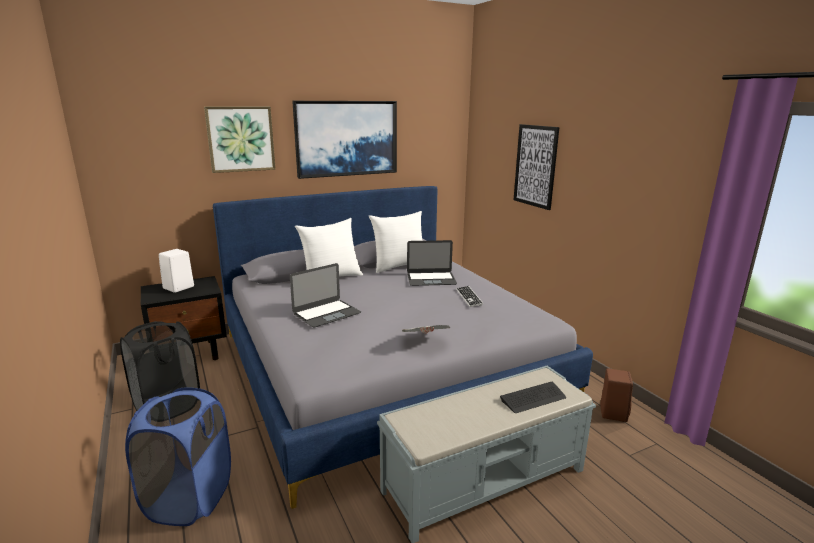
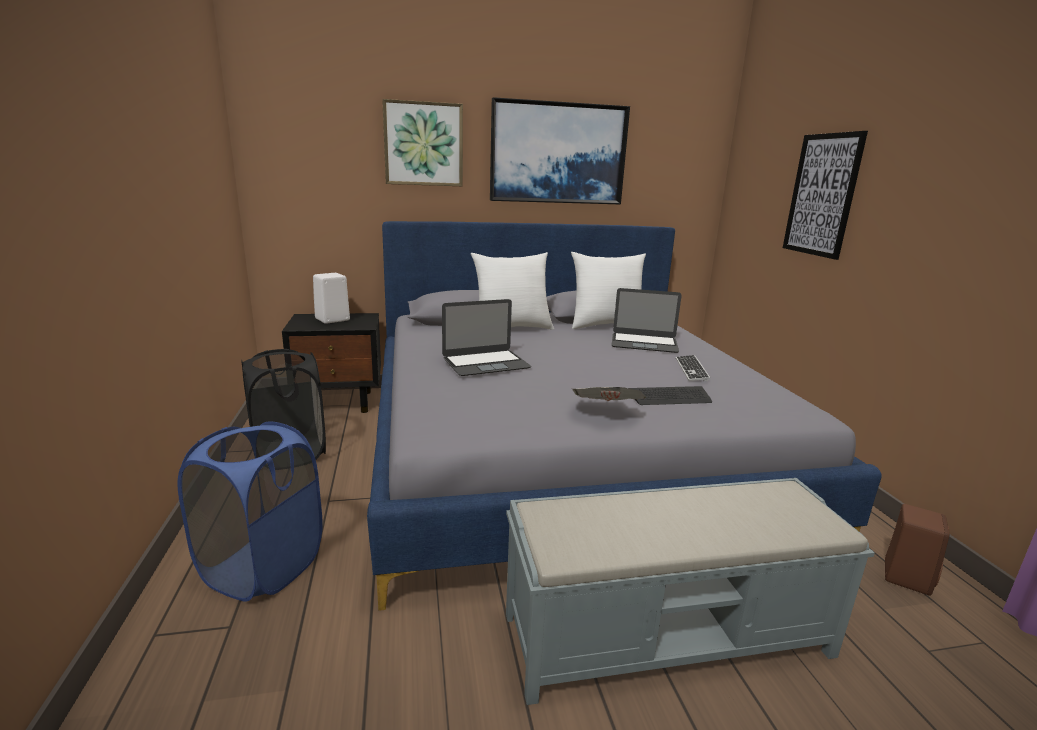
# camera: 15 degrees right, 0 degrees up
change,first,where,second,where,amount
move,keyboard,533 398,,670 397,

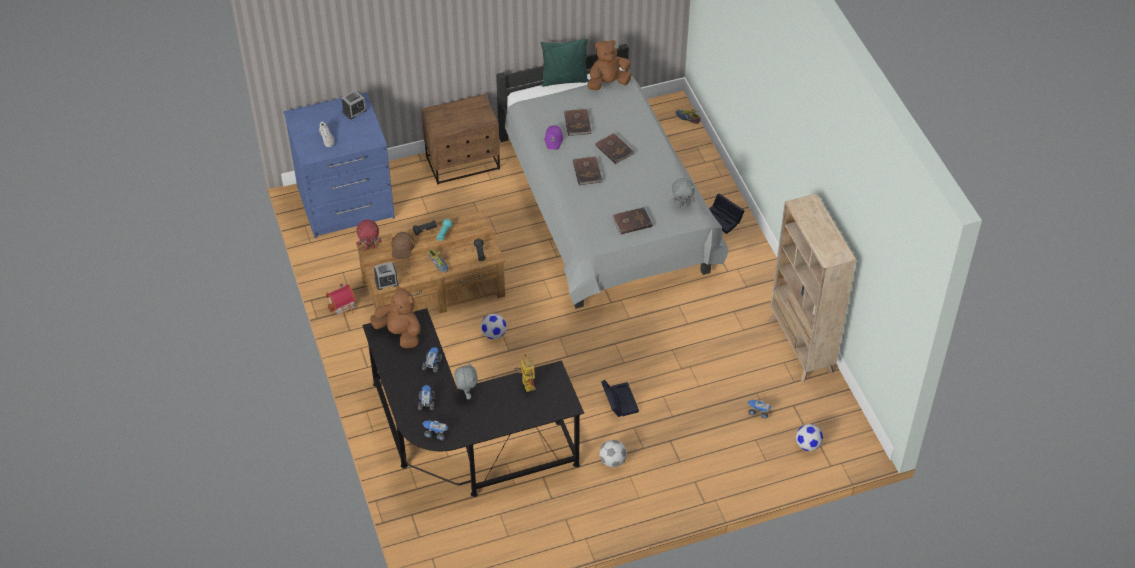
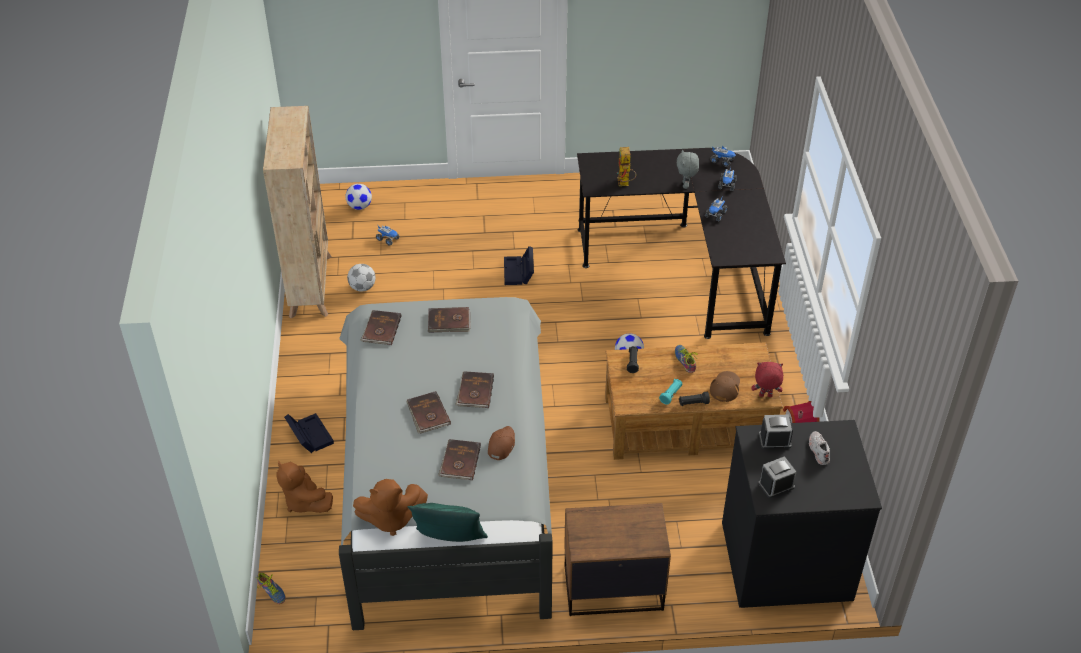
# camera: 165 degrees left, 5 degrees down
change,first,where,second,where,amount
recolor,blue dresser,346 203,black dresser,786 558,
move,brown plush toy,400 333,,304 501,
move,alarm clock,386 282,,774 440,
recolor,purple cap,554 140,brown cap,501 445,
move,football,612 461,,362 287,
replace,grey plush toy,682 206,brown book,381 329,

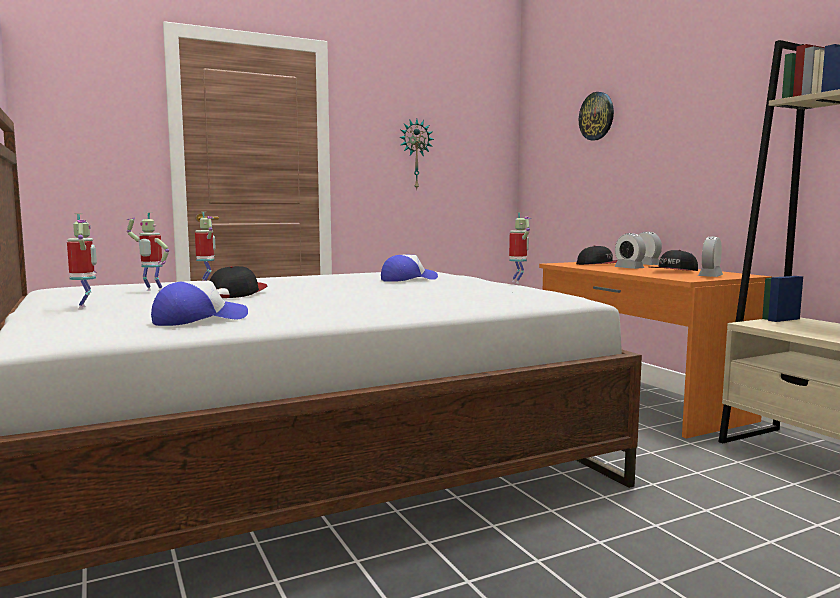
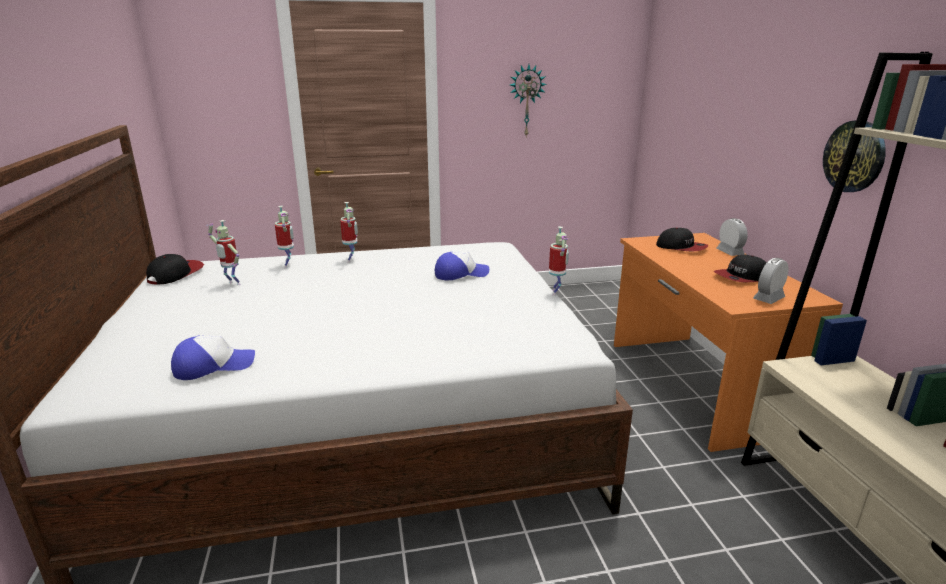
# camera: 15 degrees right, 15 degrees up
change,first,where,second,where,amount
move,toy robot,85 308,,351 260,
move,cap,237 293,,175 274,
move,wall clock,596 116,,854 156,
delete,alarm clock,629 268,,,

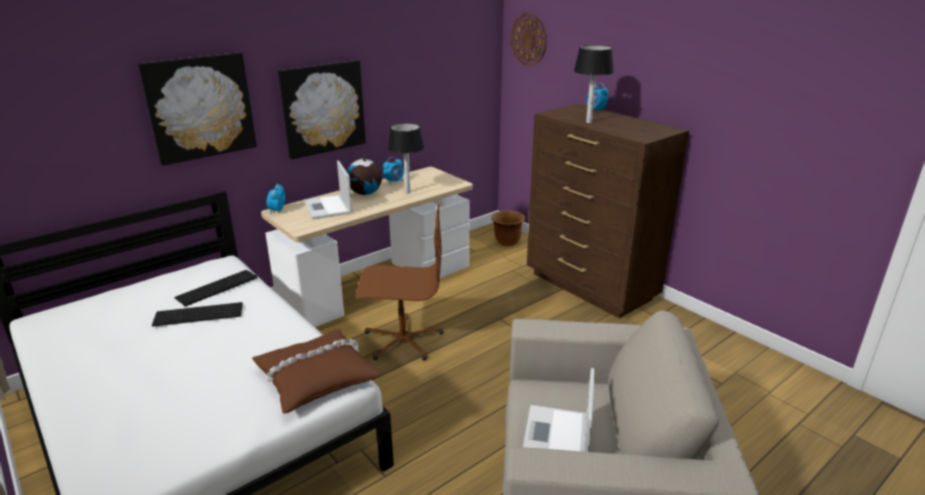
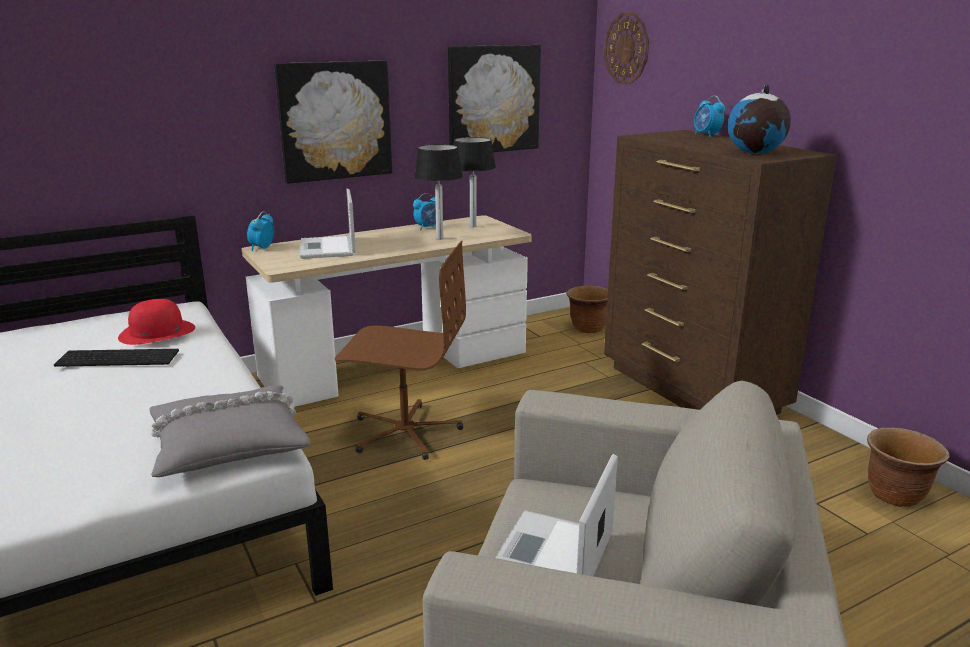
# camera: 10 degrees right, 5 degrees down
change,first,where,second,where,amount
move,picture,200 107,,493 99,
replace,keyboard,217 288,red hat,157 332,
recolor,brown pillow,316 377,grey pillow,228 442,
move,globe,365 193,,755 153,
move,table lamp,589 122,,473 226,
insert,,,brown planter,895 495,

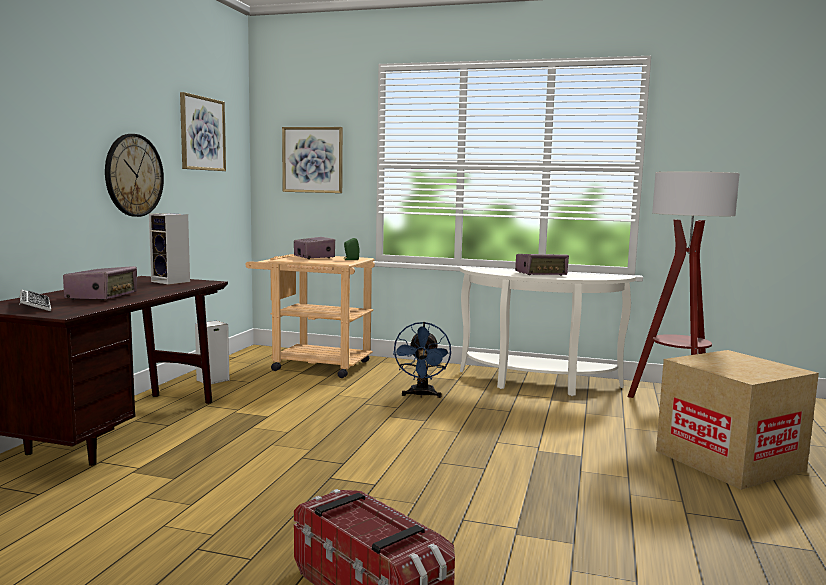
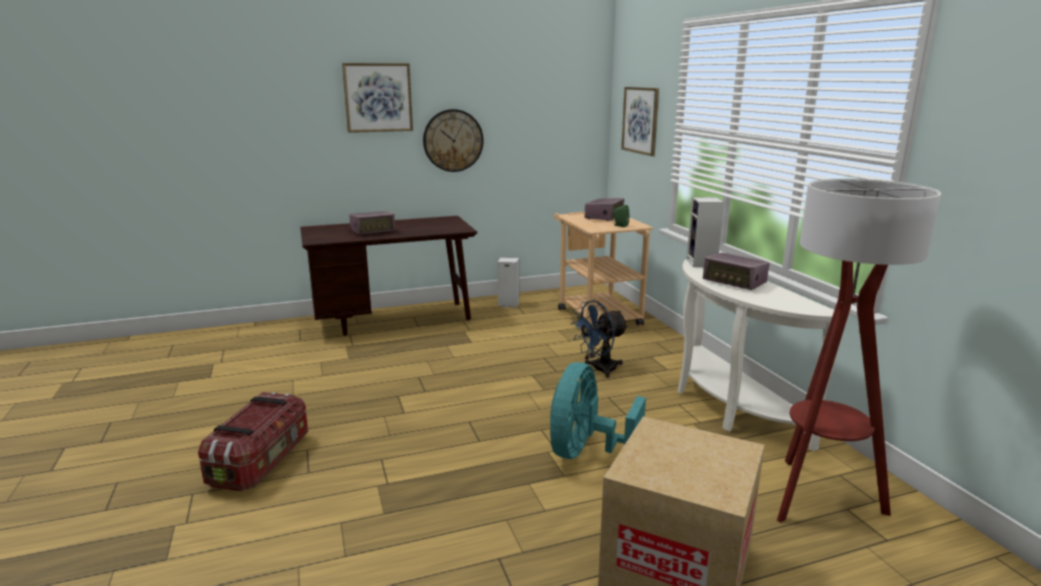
# camera: 55 degrees right, 10 degrees up
change,first,where,second,where,amount
delete,keyboard,35 306,,,
move,speaker,172 281,,702 263,
move,picture,202 133,,378 97,
insert,,,turquoise fan,586 452,

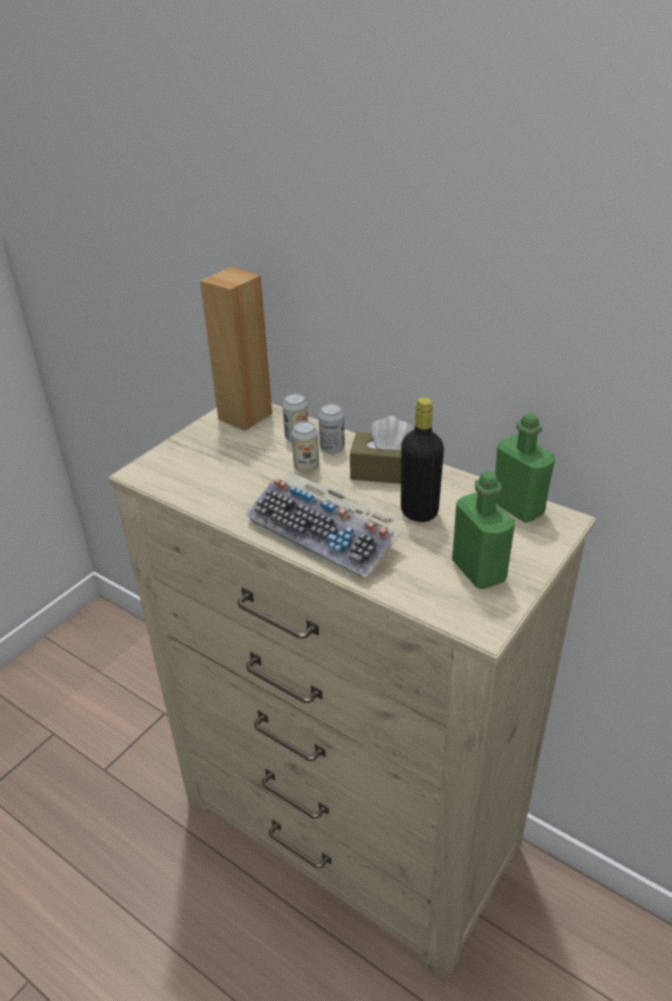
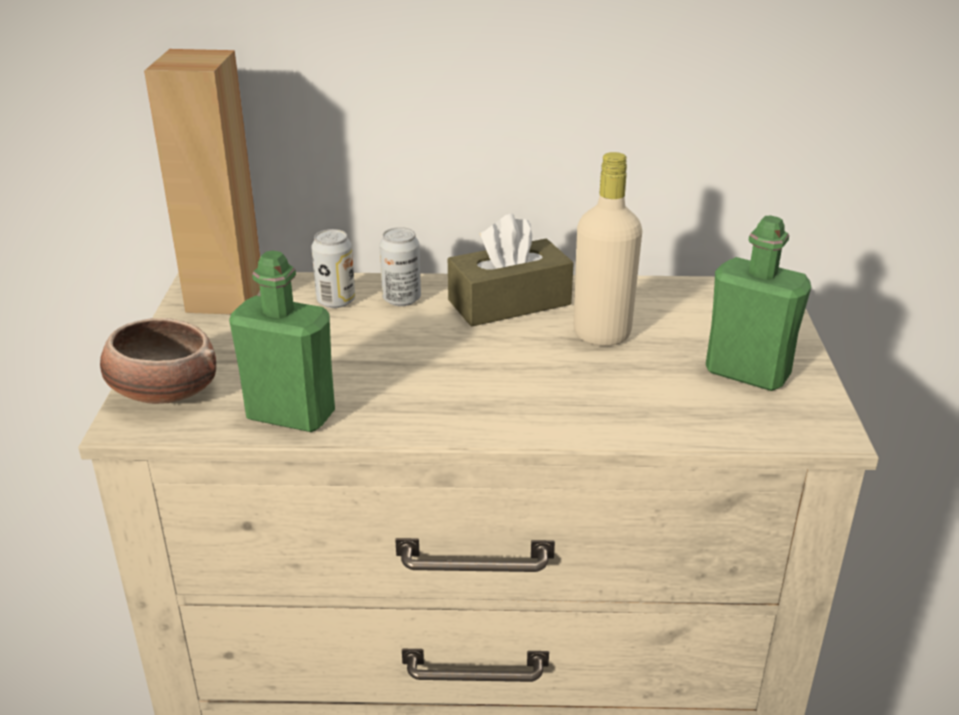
# camera: 35 degrees left, 5 degrees down
change,first,where,second,where,amount
delete,keyboard,326 536,,,
delete,can,306 467,,,
recolor,black bottle,419 512,beige bottle,601 334,
move,green bottle,517 508,,291 414,
insert,,,bowl,163 392,

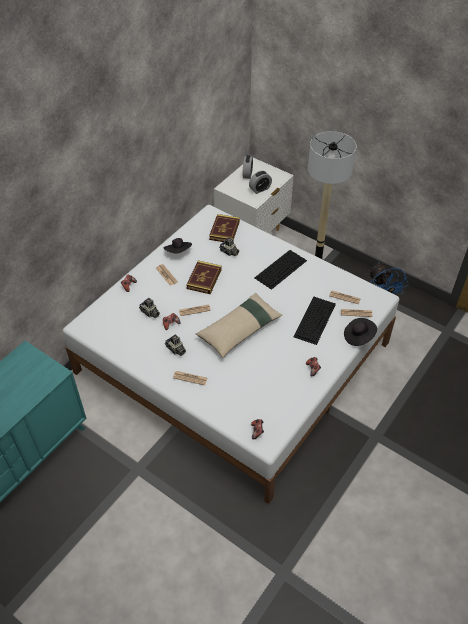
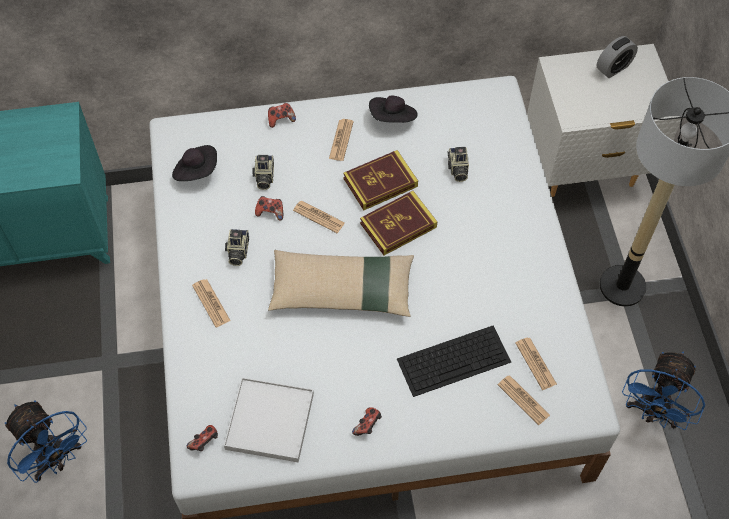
# camera: 45 degrees right, 10 degrees up
change,first,where,second,where,amount
move,book,224 230,,398 225,
delete,alarm clock,260 189,,,
delete,keyboard,281 268,,,
move,black hat,358 336,,197 171,
insert,,,blue fan,56 460,
insert,,,white tray,269 421,

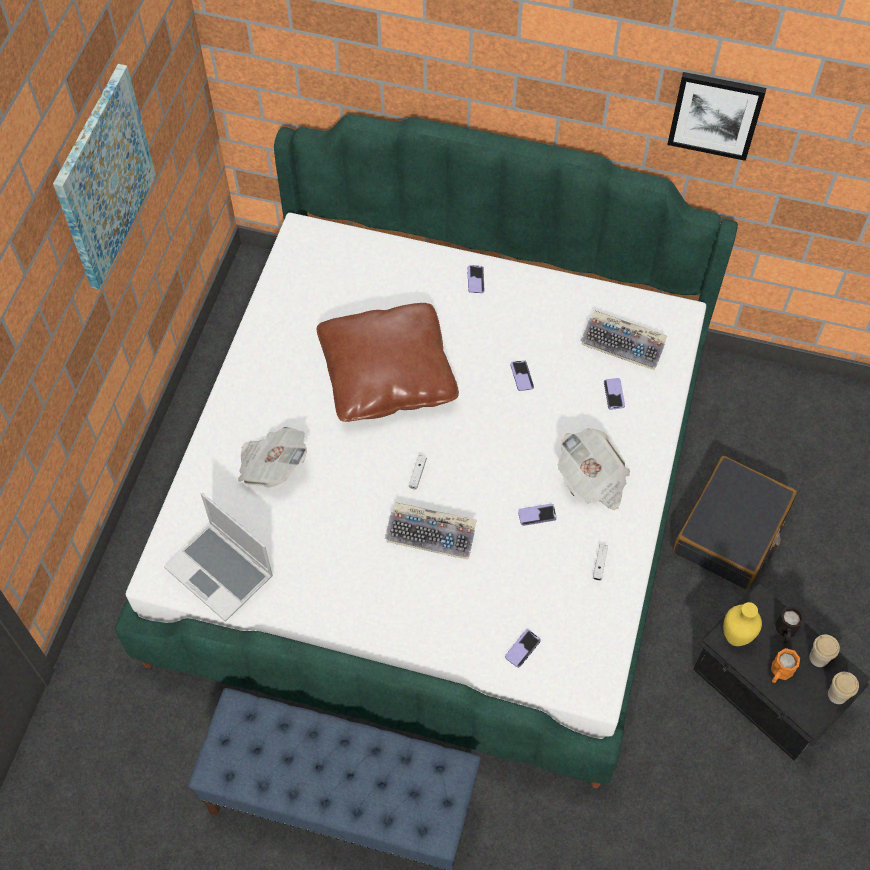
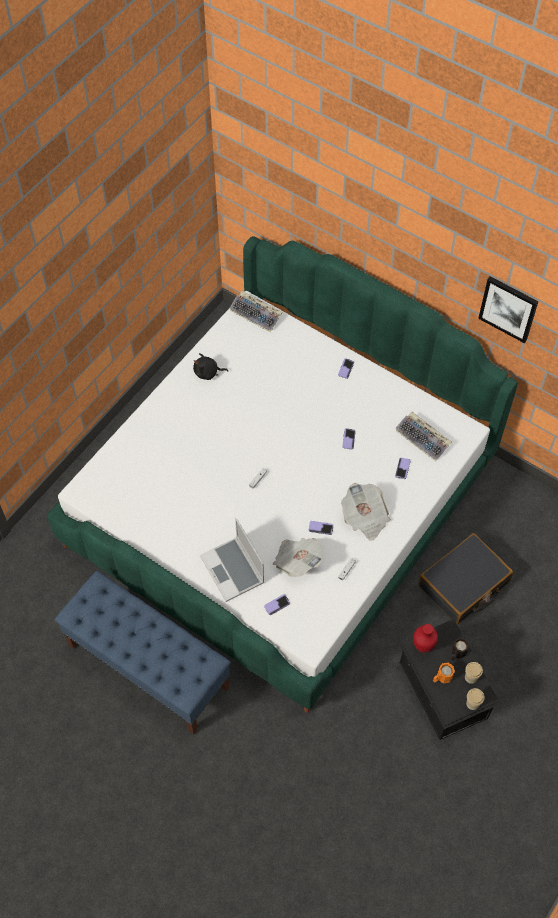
# camera: 20 degrees right, 0 degrees up
change,first,where,second,where,amount
delete,picture,103 178,,,
move,laptop,221 572,,233 570,
move,newspaper,272 466,,297 561,
delete,brown pillow,387 375,,,
move,keyboard,432 534,,256 314,
recolor,yellow vase,735 637,red vase,423 646,
insert,,,black plush toy,208 373,

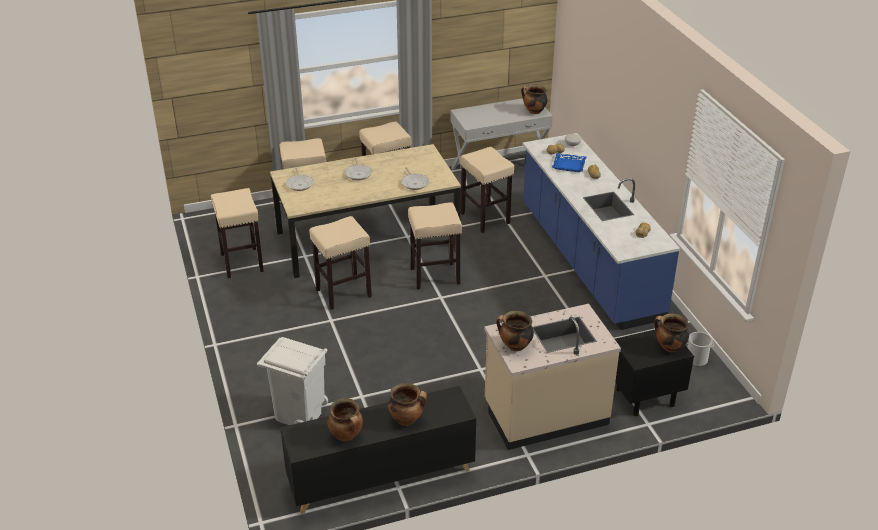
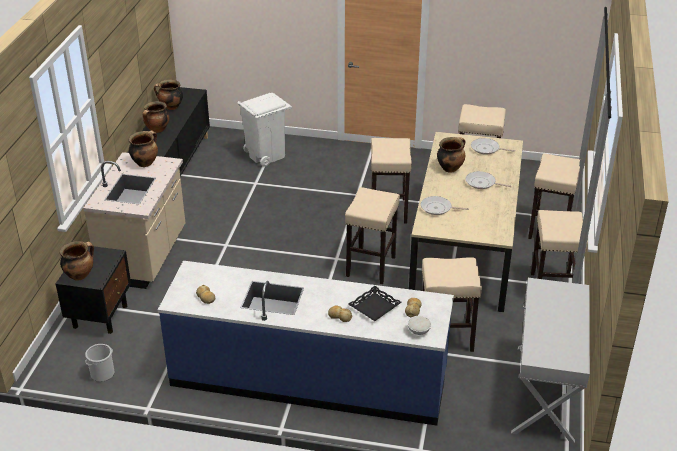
# camera: 120 degrees right, 0 degrees up
change,first,where,second,where,amount
move,cooking pot,533 111,,450 168,
recolor,blue tray,569 165,black tray,374 306,

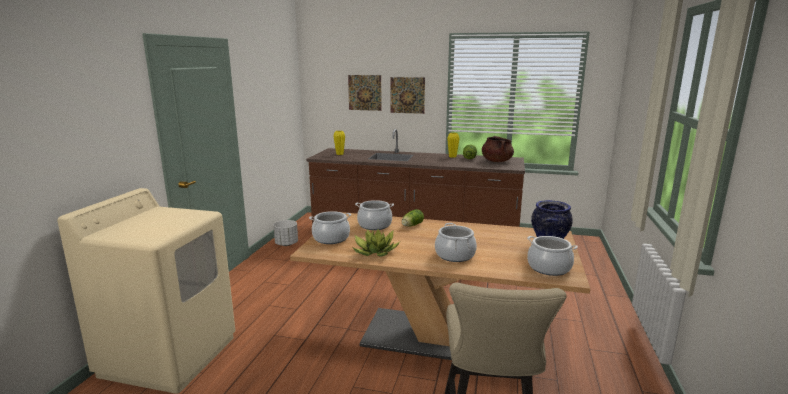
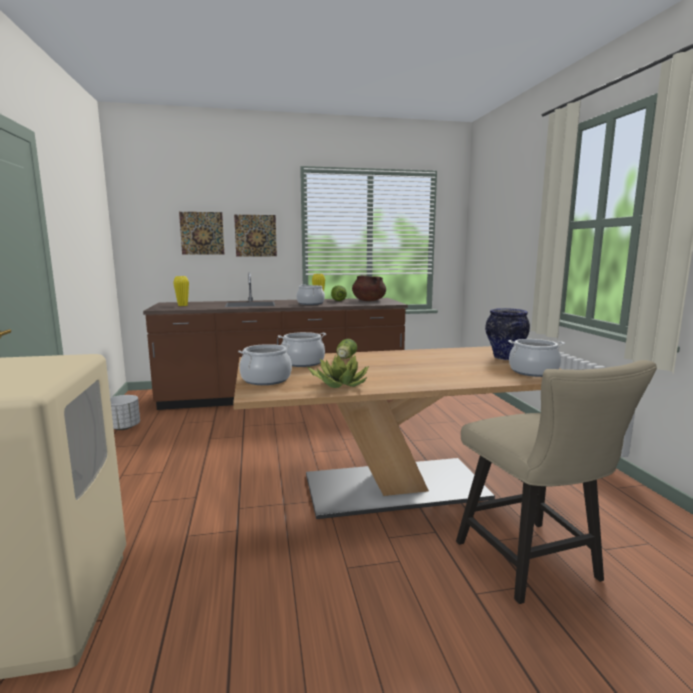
# camera: 25 degrees left, 5 degrees down
change,first,where,second,where,amount
move,cooking pot,455 255,,310 303,

